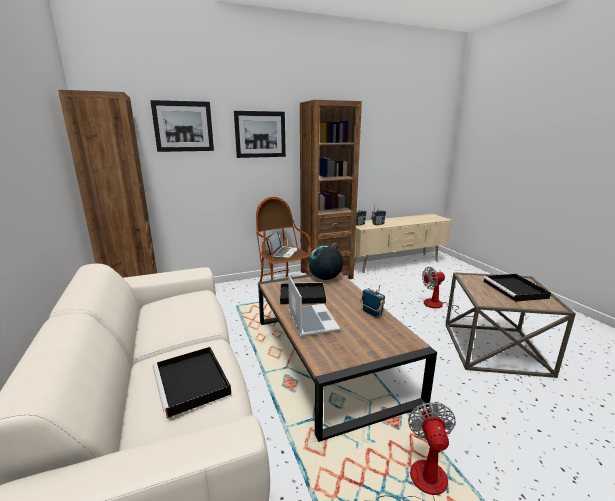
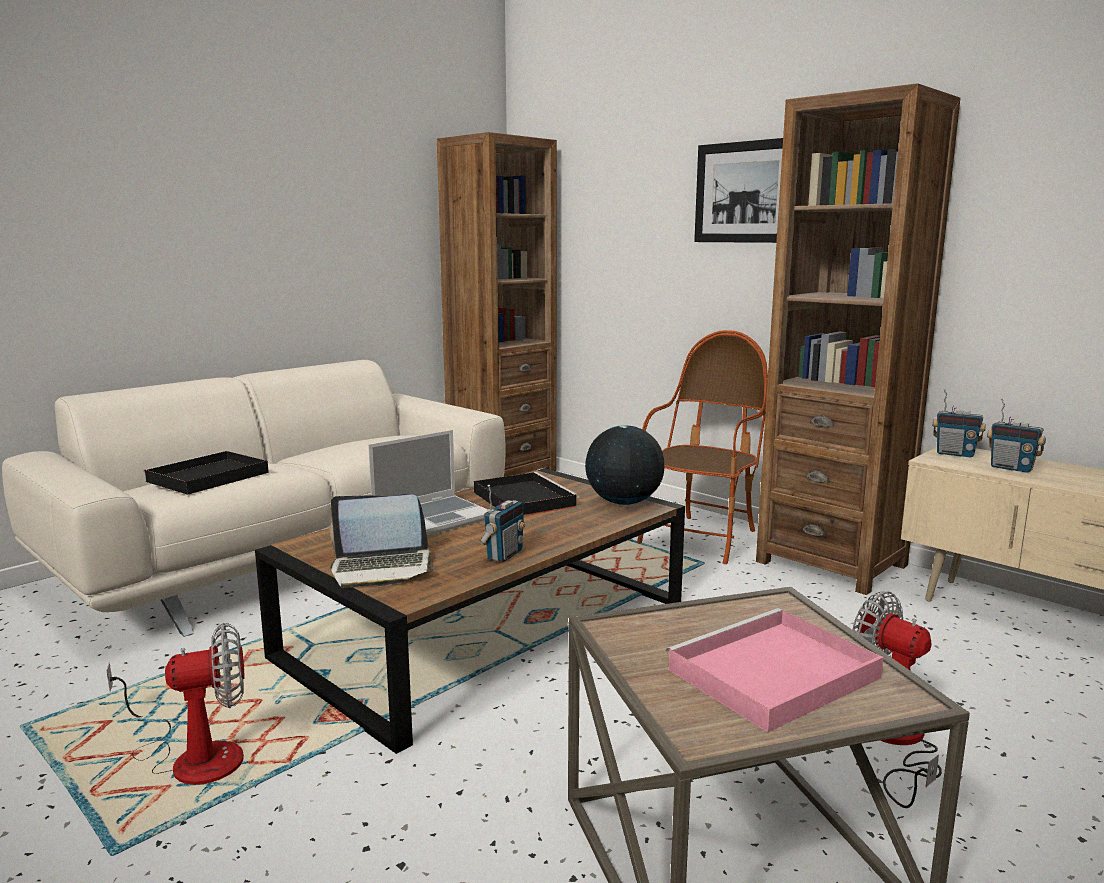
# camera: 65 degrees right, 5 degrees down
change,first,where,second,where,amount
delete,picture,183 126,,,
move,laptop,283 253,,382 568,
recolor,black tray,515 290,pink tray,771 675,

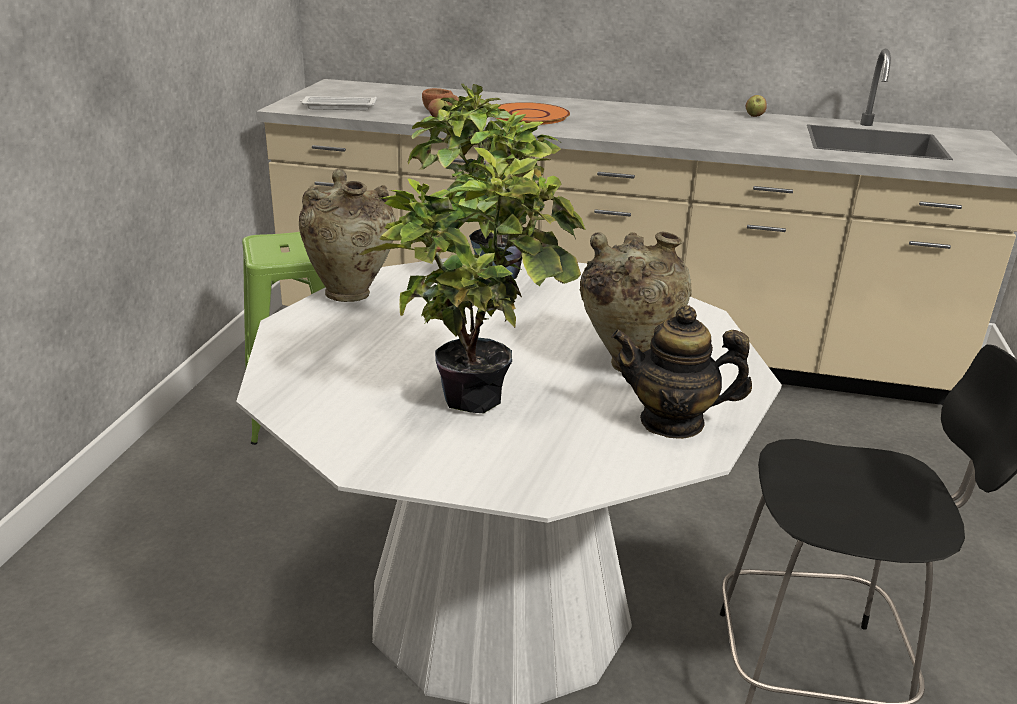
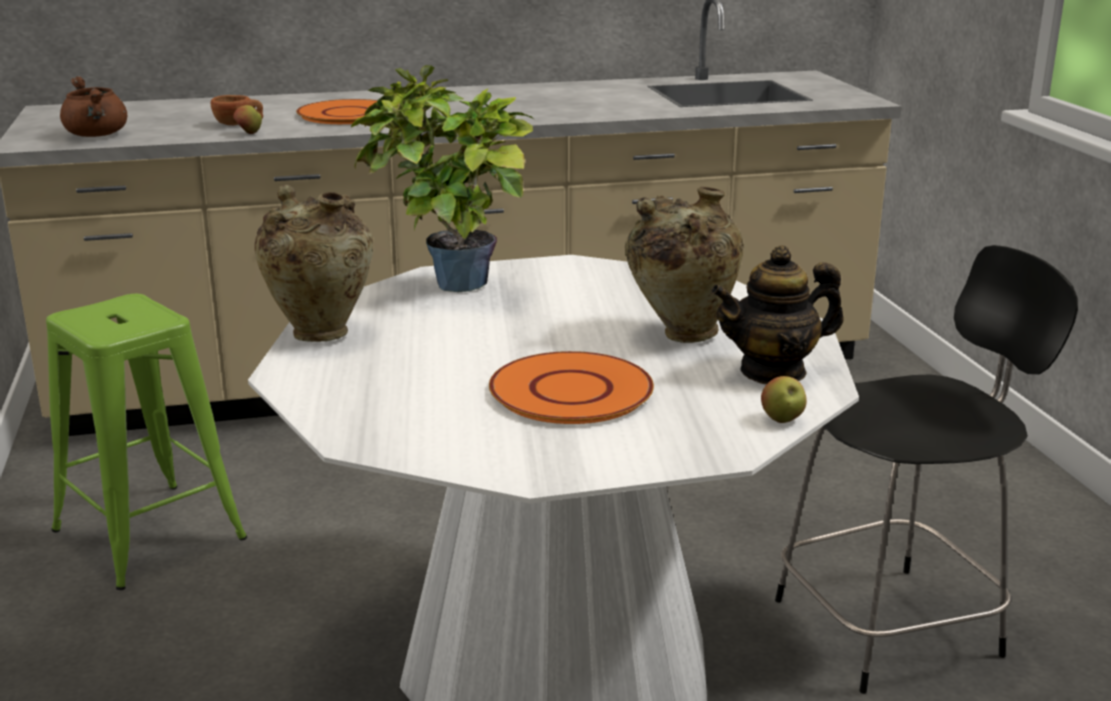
# camera: 25 degrees left, 5 degrees down
change,first,where,second,where,amount
replace,white tray,338 107,brown cooking pot,97 135,
replace,potted plant,477 393,orange plate,570 390,
move,apple,754 116,,782 420,

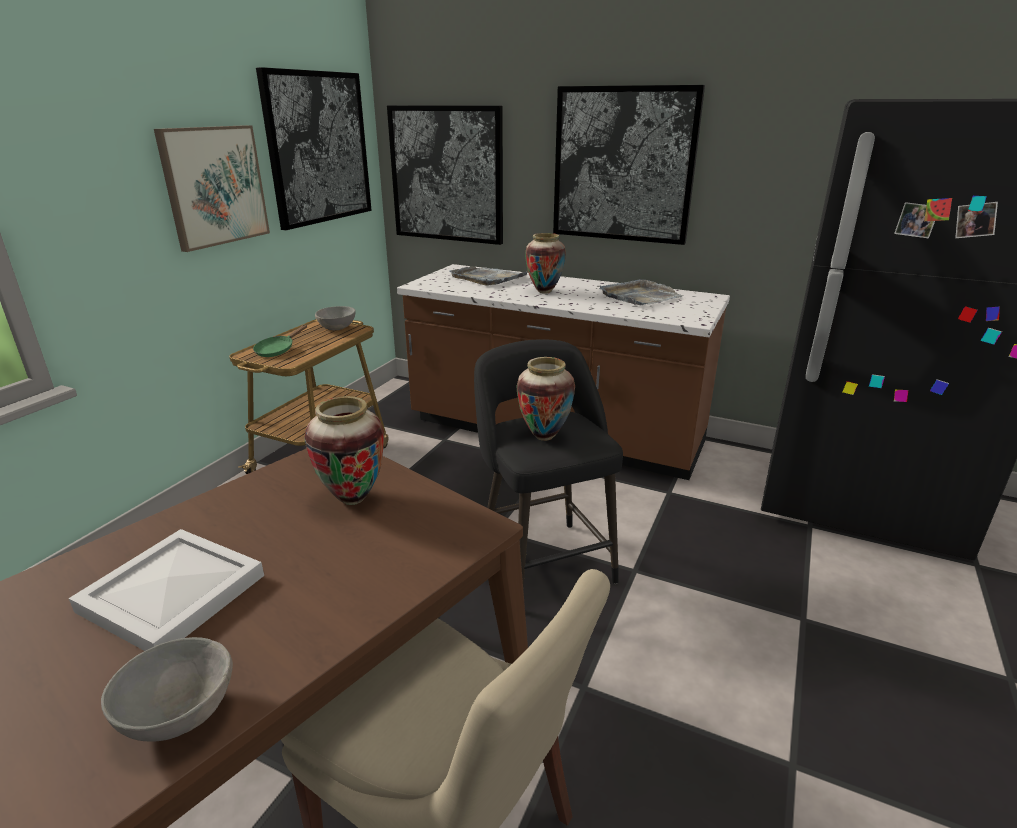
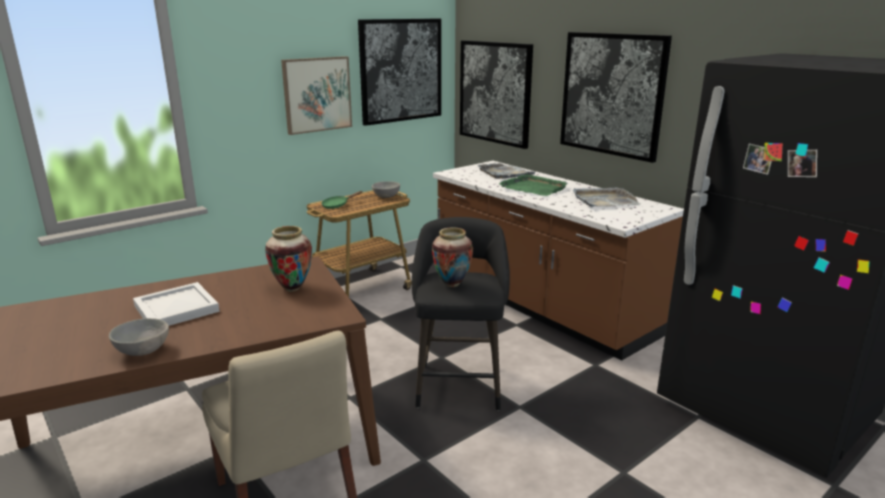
# camera: 25 degrees right, 5 degrees down
change,first,where,second,where,amount
replace,vase,544 291,green tray,533 188,

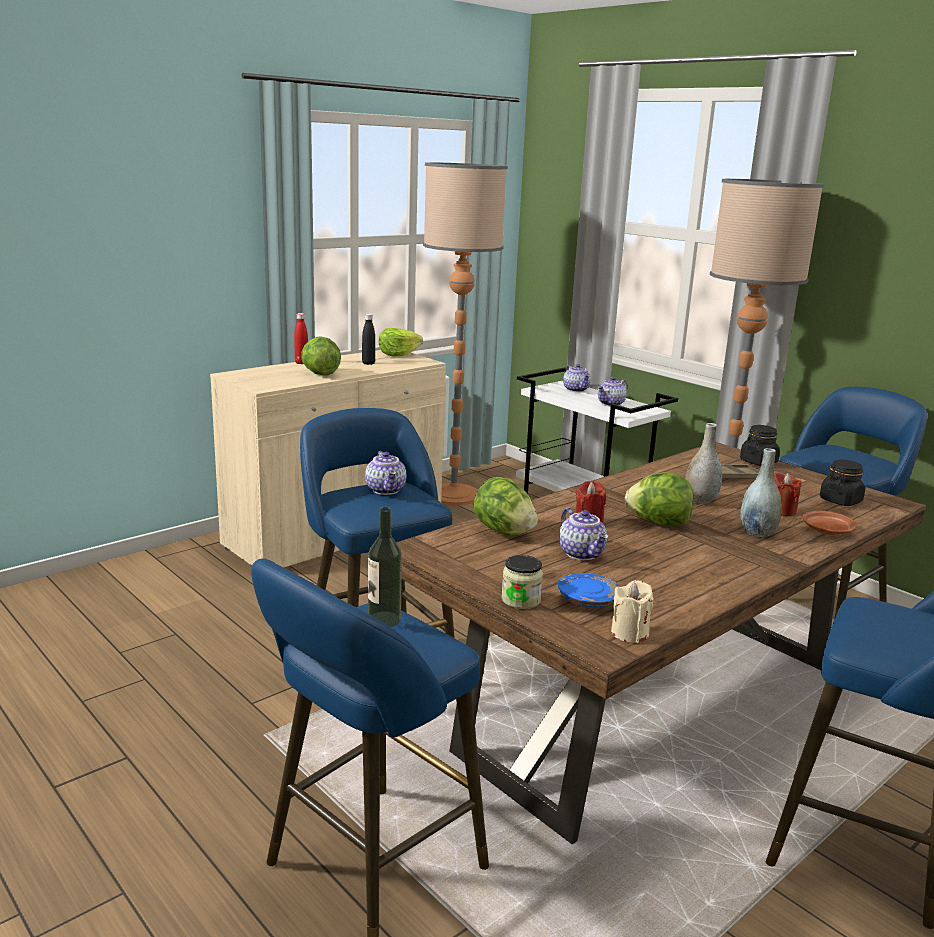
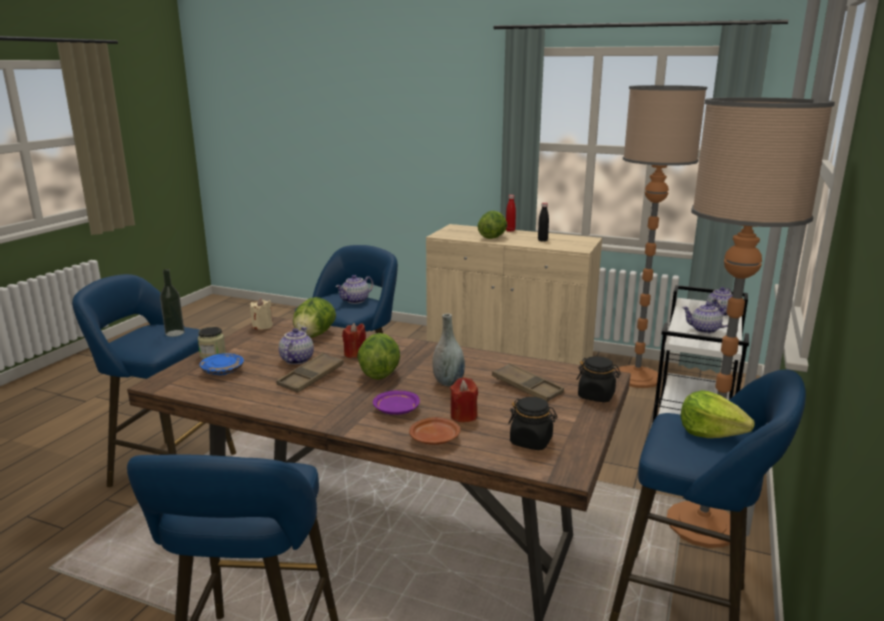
# camera: 65 degrees right, 0 degrees up
change,first,where,second,where,amount
move,lettuce,398 354,,710 432,
rotate,teapot,582 554,,296 360,150 degrees clockwise
move,beige candle,629 633,,262 326,
replace,grey vase,757 533,purple plate,396 410,
insert,,,brown tray,311 377,

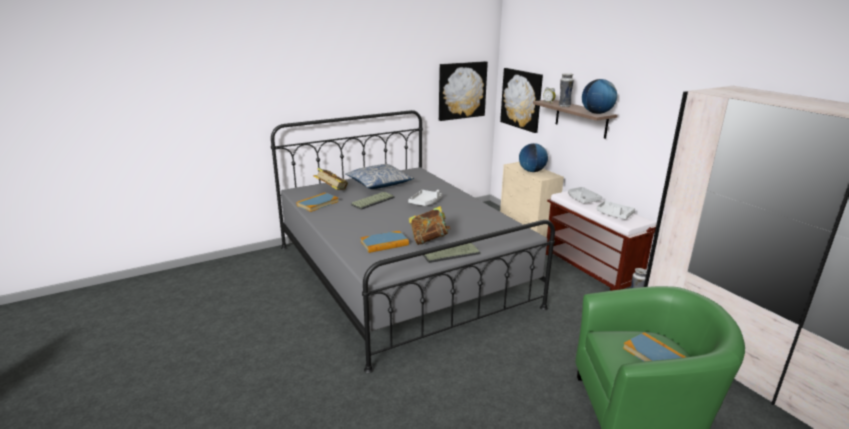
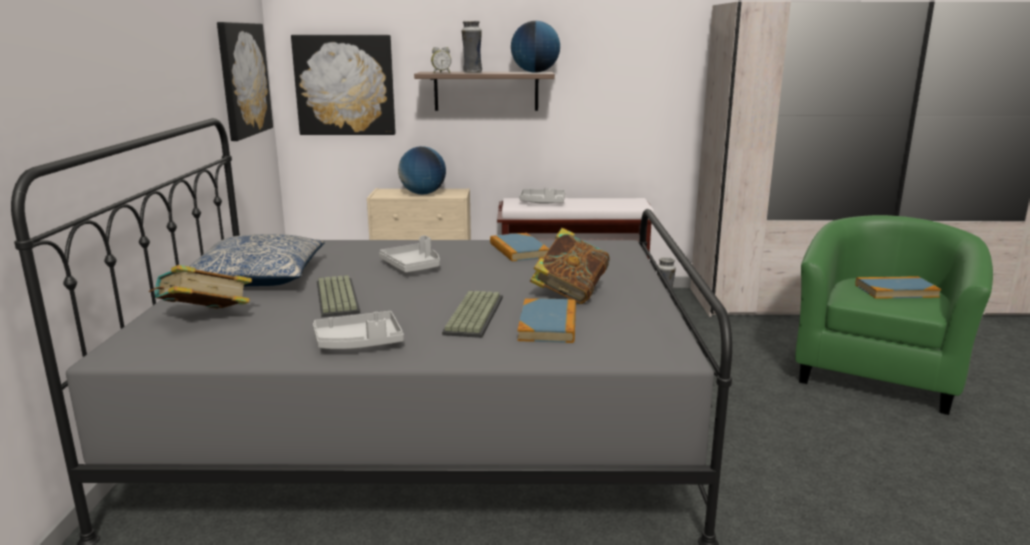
# camera: 60 degrees left, 5 degrees down
change,first,where,second,where,amount
move,book,317 203,,519 250,
move,keyboard,451 253,,472 315,
move,grey tray,614 214,,359 343,

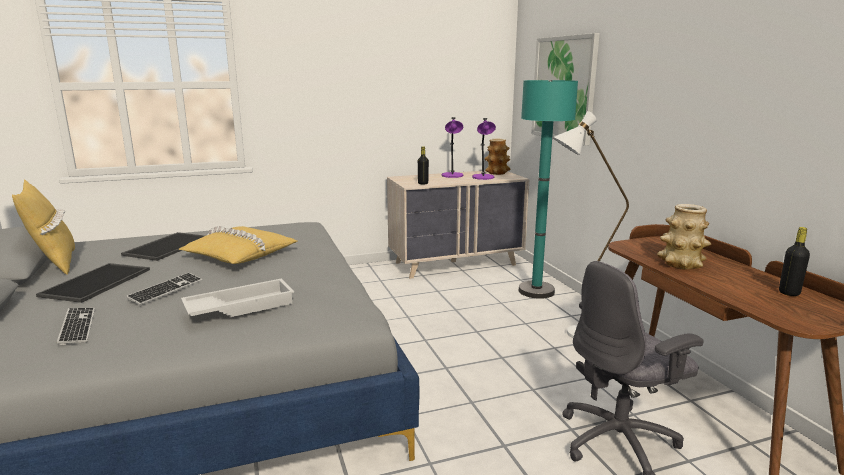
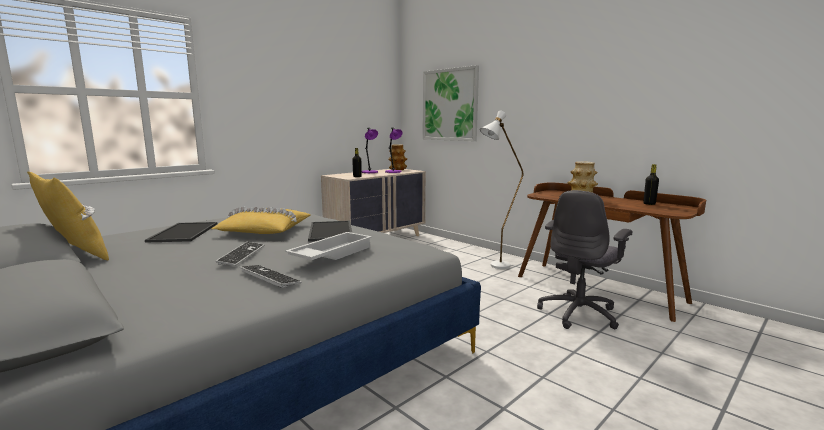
# camera: 25 degrees left, 5 degrees down
change,first,where,second,where,amount
move,tray,97 283,,332 231,
move,keyboard,77 327,,269 277,
delete,turquoise floor lamp,536 291,,,

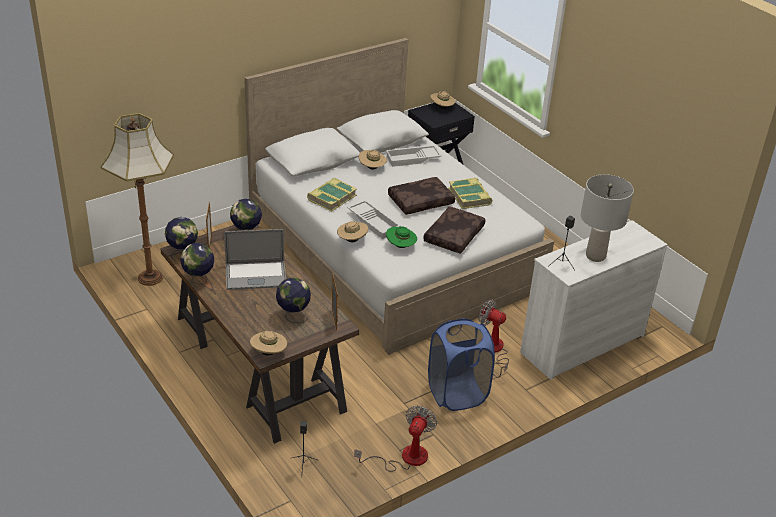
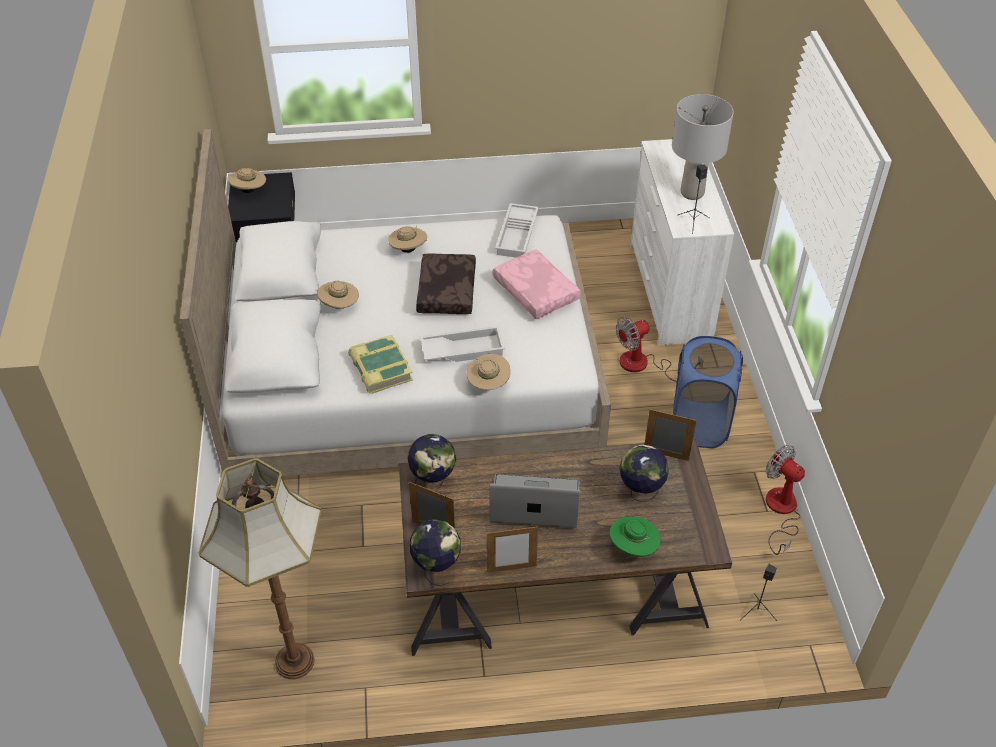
# camera: 60 degrees left, 10 degrees up
change,first,where,second,where,amount
replace,globe,198 280,picture frame,511 569,
rotate,laptop,255 275,,535 502,105 degrees counterclockwise
move,beige hat,269 353,,408 249,
move,white tray,412 159,,518 235,
move,green hat,401 246,,633 547,
recolor,brown pillow,453 235,pink pillow,534 291,
delete,book,470 197,,,

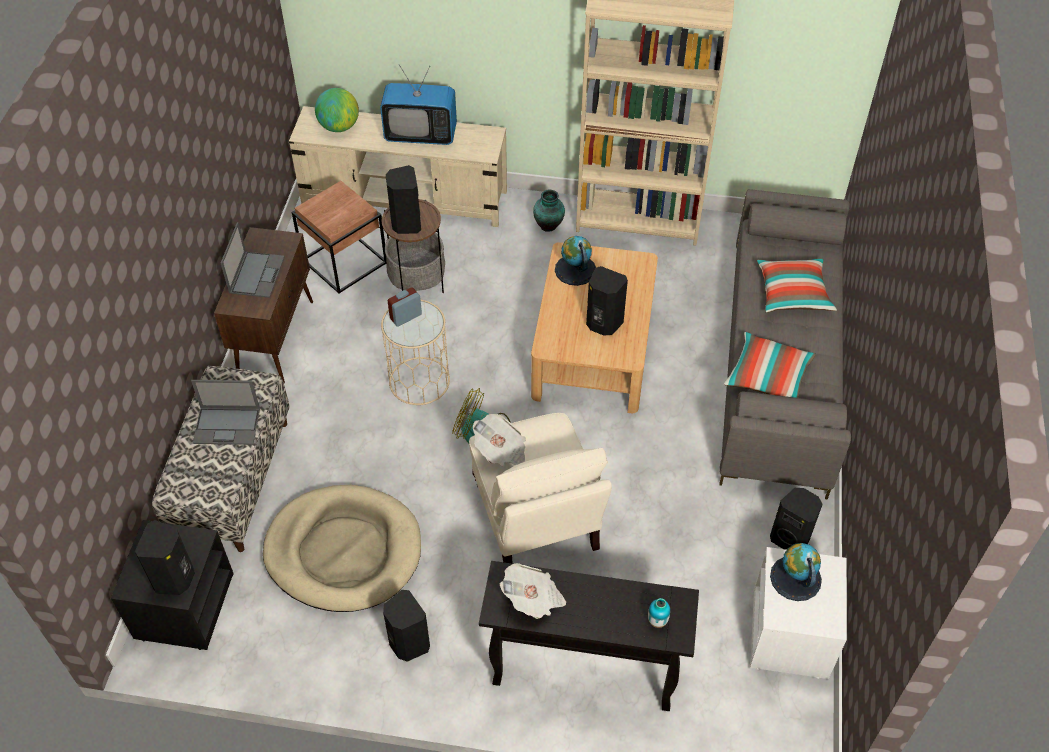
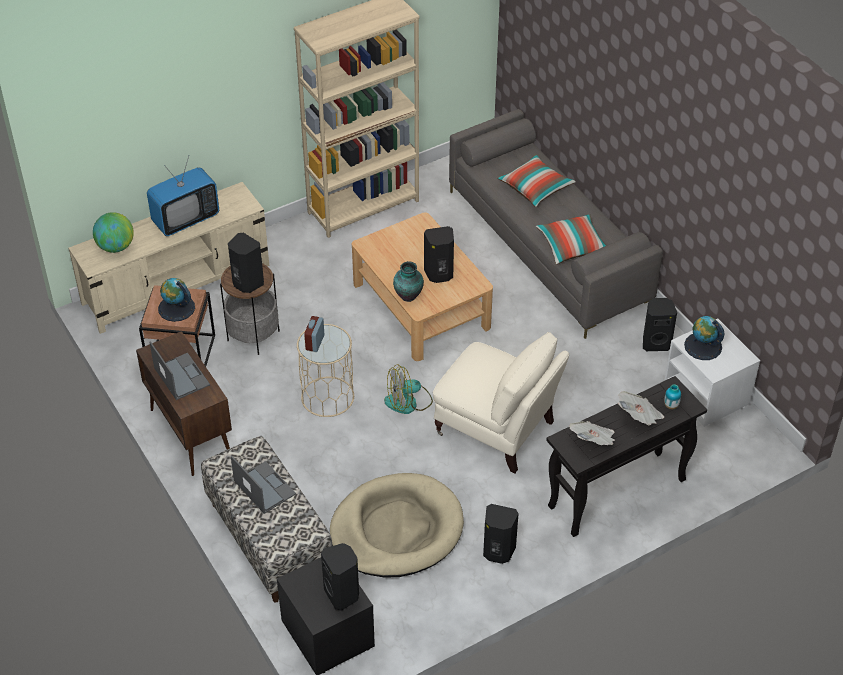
# camera: 40 degrees left, 5 degrees down
change,first,where,second,where,amount
rotate,laptop,228 425,,264 487,90 degrees counterclockwise
move,newspaper,501 450,,639 417,
move,vase,549 225,,408 295,
move,globe,575 270,,176 308,

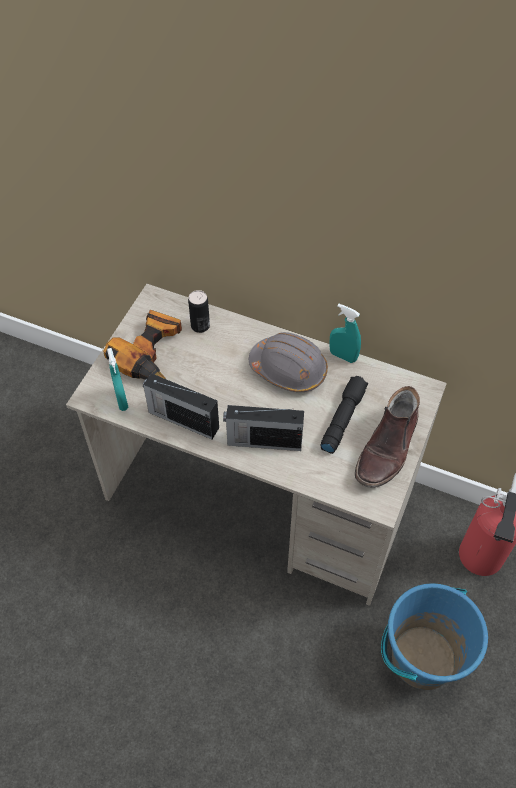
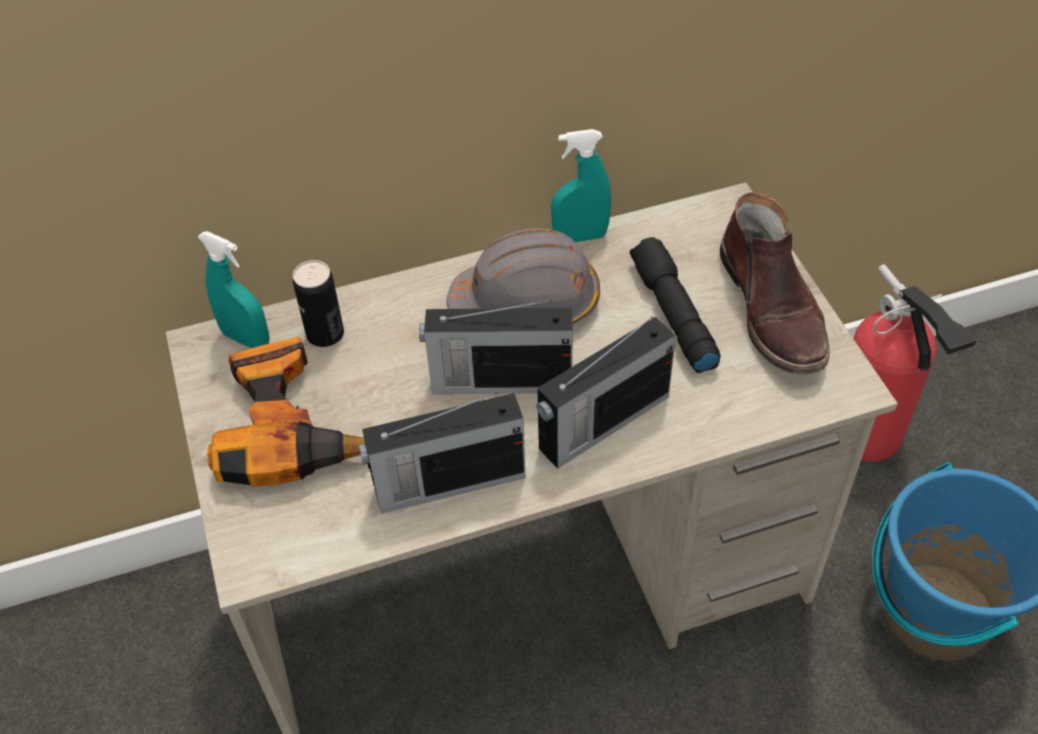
# camera: 40 degrees left, 5 degrees down
change,first,where,second,where,amount
move,turquoise spray bottle,121 400,,246 339,
insert,,,radio,499 381,

